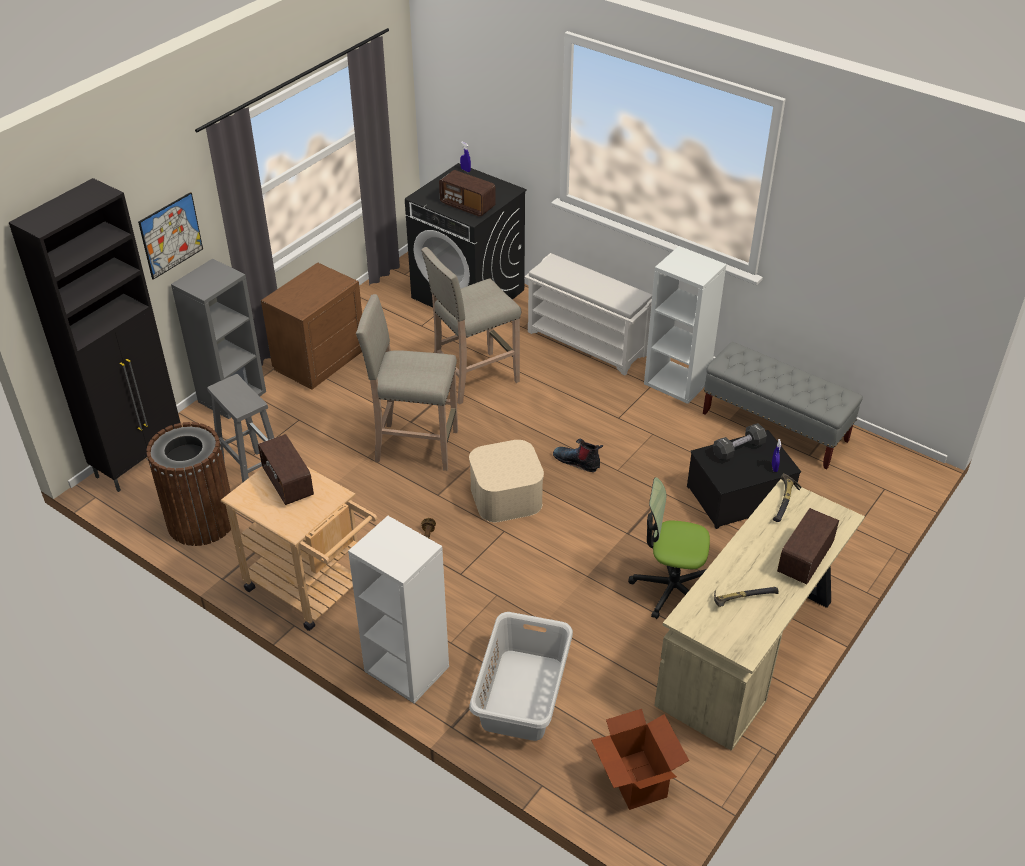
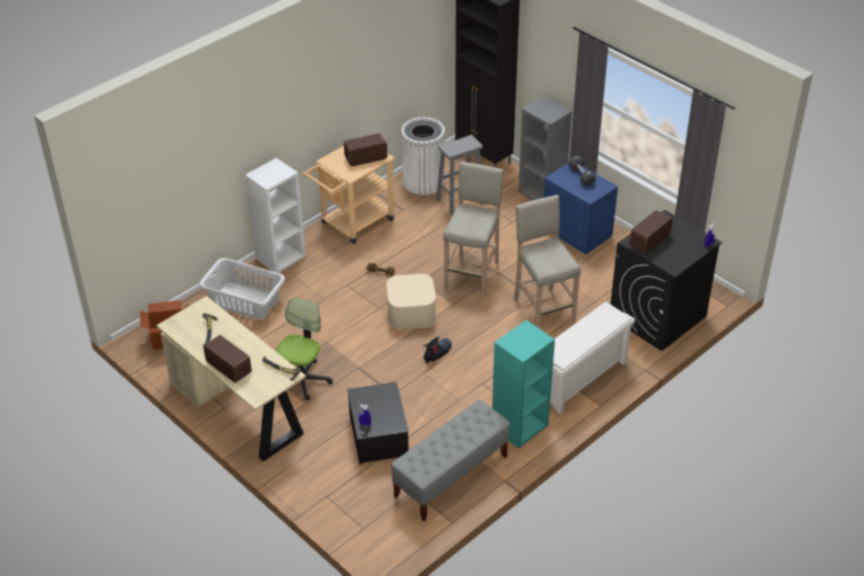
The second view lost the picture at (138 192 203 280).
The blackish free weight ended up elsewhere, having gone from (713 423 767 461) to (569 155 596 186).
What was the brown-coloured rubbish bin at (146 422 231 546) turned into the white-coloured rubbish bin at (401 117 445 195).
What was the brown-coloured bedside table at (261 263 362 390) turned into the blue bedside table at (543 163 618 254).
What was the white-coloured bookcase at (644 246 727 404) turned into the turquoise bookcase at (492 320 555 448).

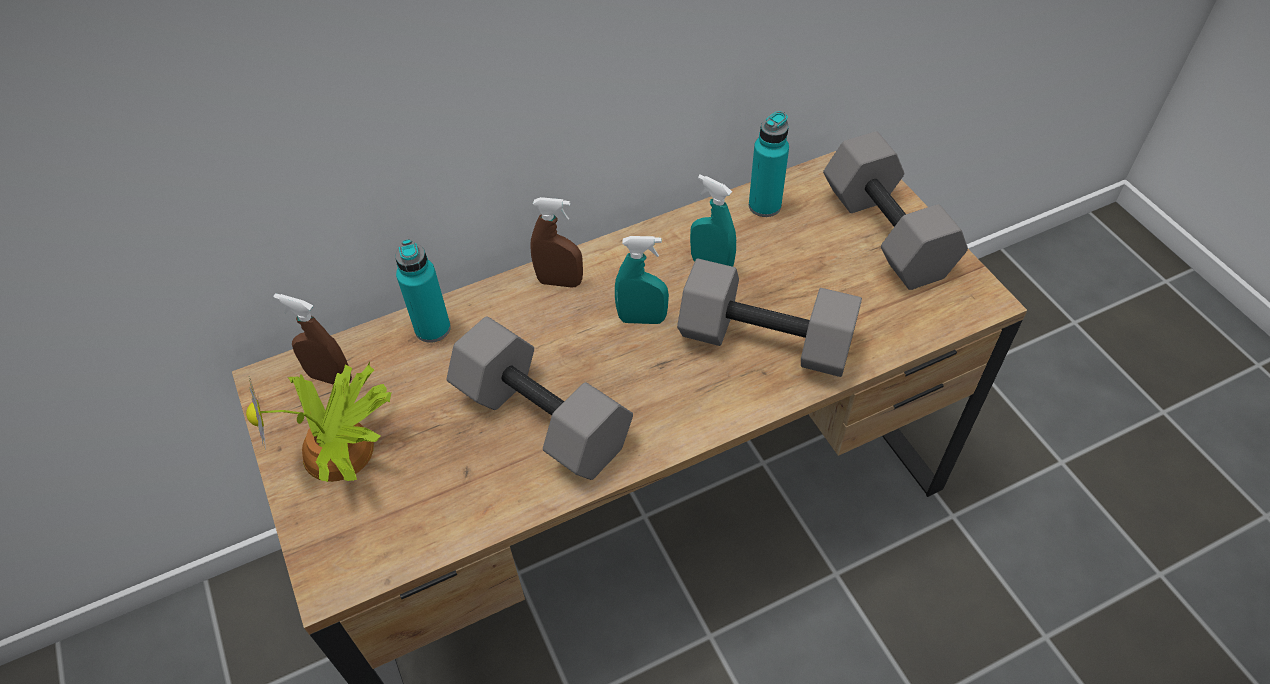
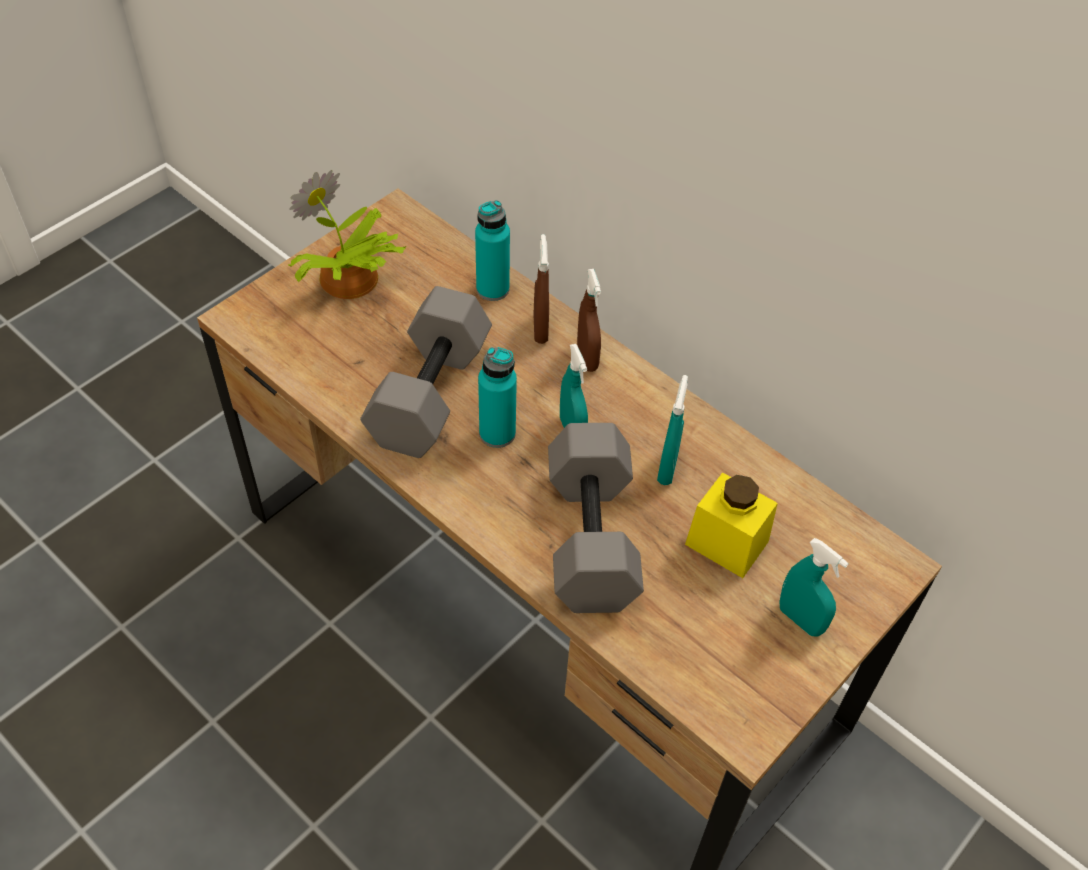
The second view gained the yellow-coloured storage jar at (685 472 778 578).
The brown-coloured hand sprayer ended up elsewhere, having gone from (274 293 352 385) to (534 234 549 344).
The turquoise bottle ended up elsewhere, having gone from (749 111 789 217) to (478 347 517 448).
Where the gray free weight stood at (823 131 968 290), the turquoise hand sprayer came to stand at (779 538 849 636).

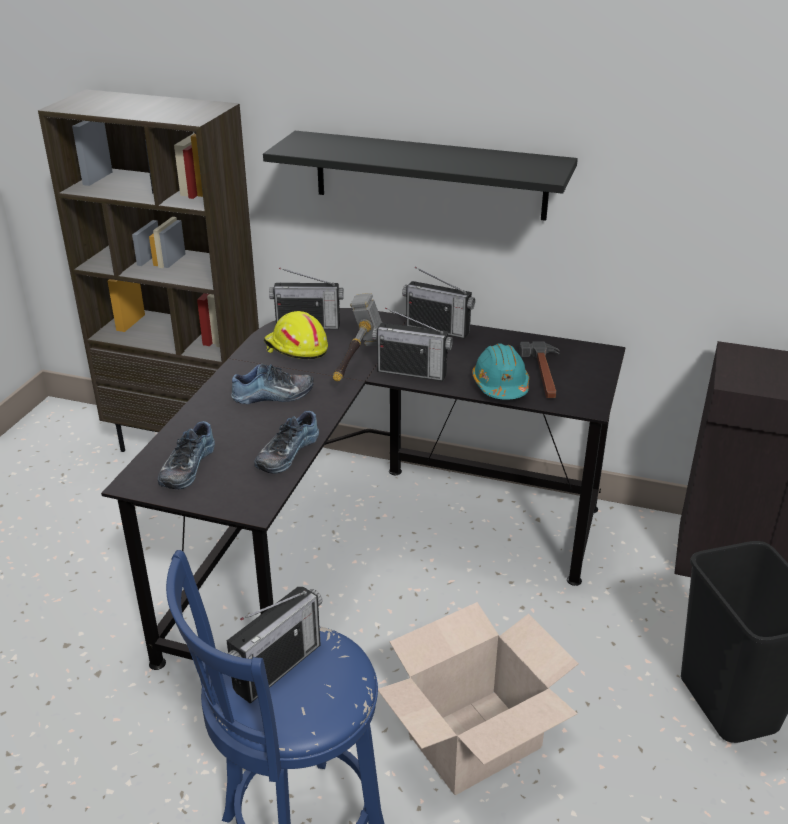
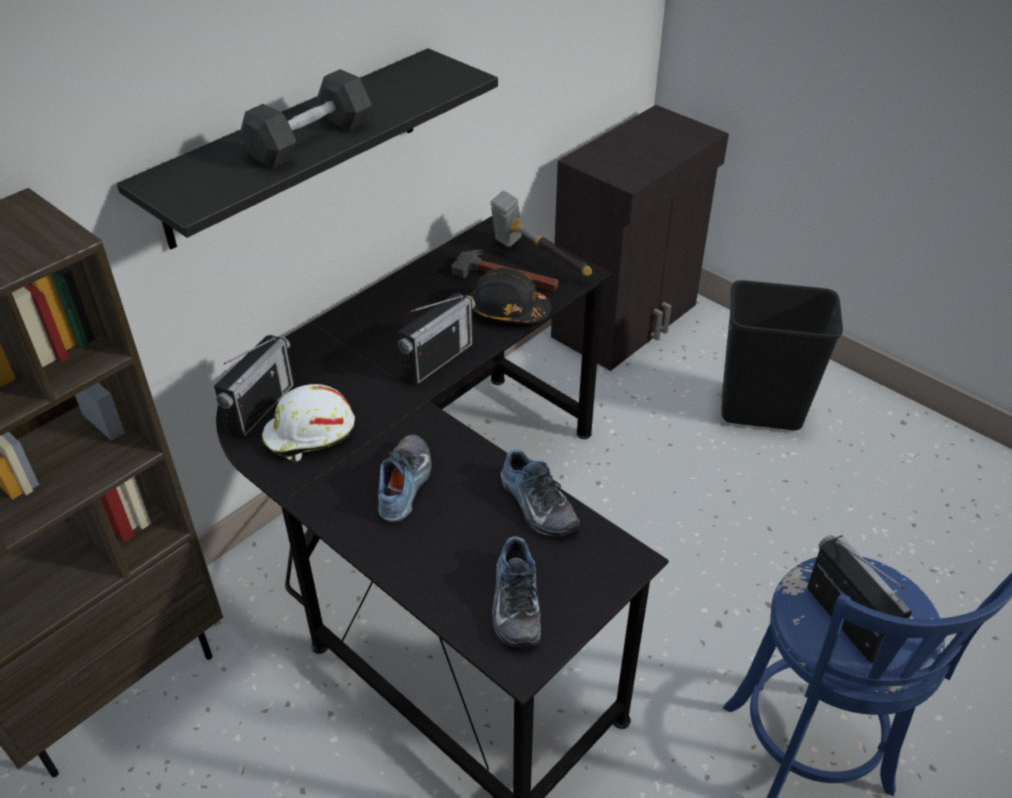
The second view lost the cardboard box at (378 602 579 795).
The second view lost the radio receiver at (402 267 475 339).
The second view gained the blackish free weight at (240 69 372 168).
The hand hammer ended up elsewhere, having gone from (333 293 382 381) to (490 191 592 276).
What was the yellow-coloured safety helmet at (264 311 328 359) turned into the white-coloured safety helmet at (262 384 355 462).
What was the turquoise safety helmet at (472 343 529 400) turned into the blackish safety helmet at (471 267 551 323).
The low shoe at (158 421 215 489) ended up facing another way, 45 degrees clockwise from before.

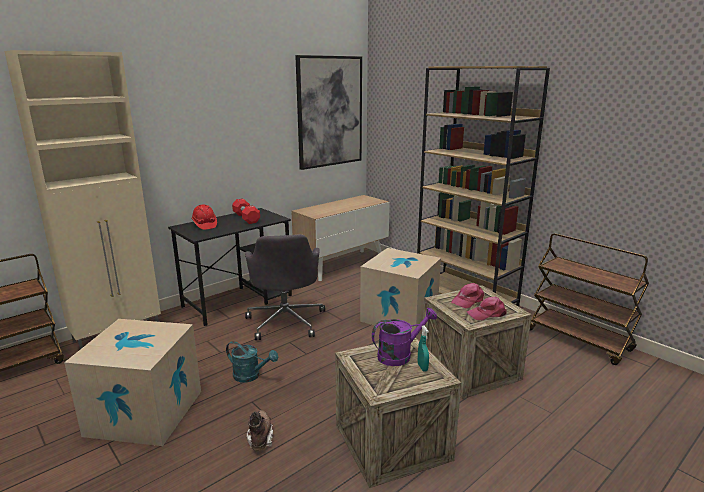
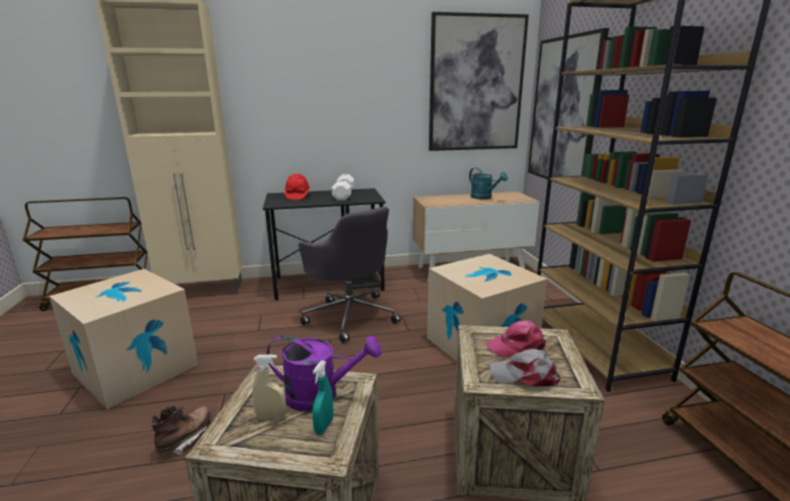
The second view gained the beige hand sprayer at (252 354 286 419).
The second view gained the picture at (528 28 609 191).
The turquoise watering can ended up elsewhere, having gone from (226 341 278 382) to (469 168 508 199).
What was the red-coloured free weight at (232 199 260 224) turned into the white-coloured free weight at (332 174 355 200).
What was the pink-coloured cap at (467 297 507 320) turned into the gray cap at (490 349 560 387).
The gray office chair at (245 234 325 340) ended up facing another way, 60 degrees counterclockwise from before.

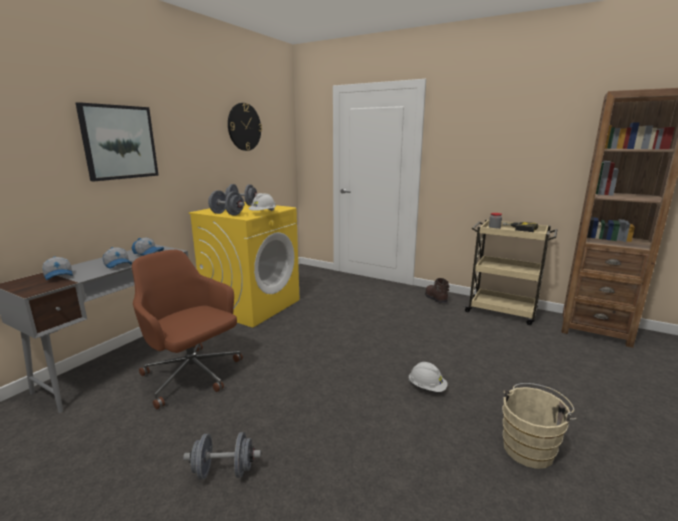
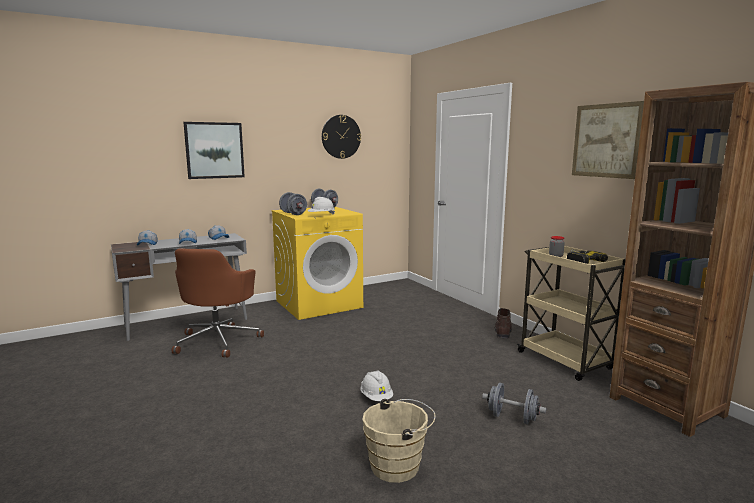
The second view gained the picture at (572 101 644 179).
The gray free weight ended up elsewhere, having gone from (183 432 261 479) to (482 383 546 424).
The brown-coloured office chair at (132 250 243 409) ended up facing another way, 150 degrees counterclockwise from before.

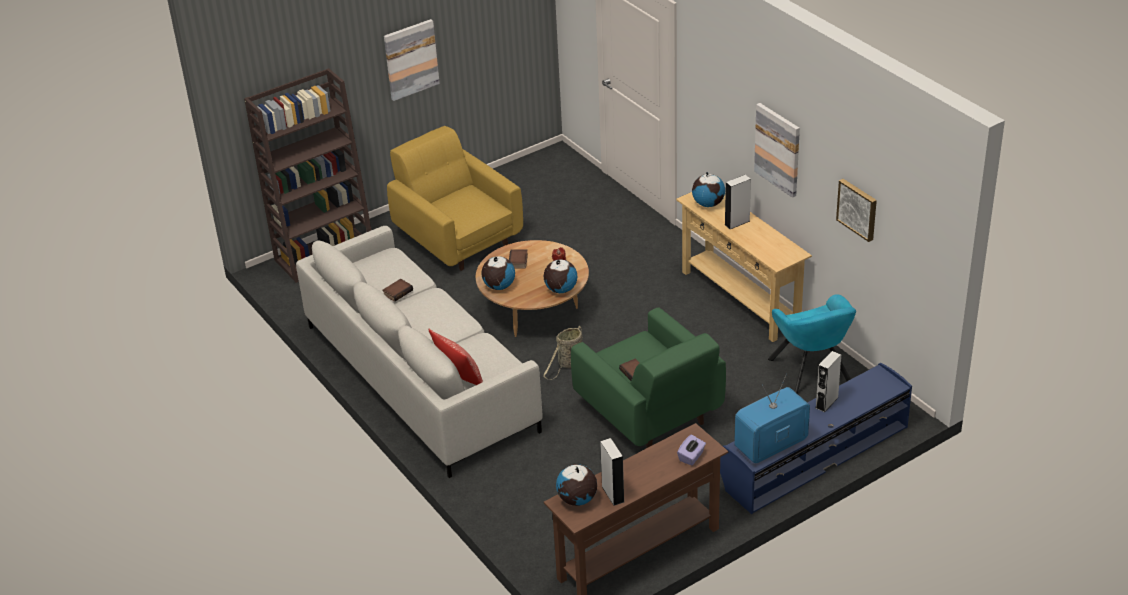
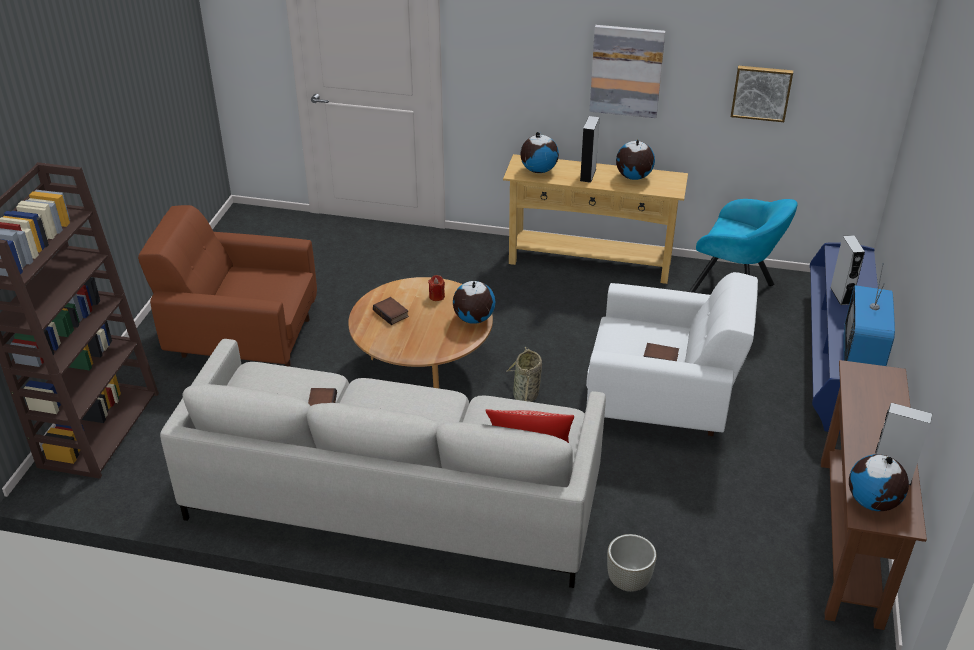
The second view lost the picture at (384 19 440 101).
The second view lost the purplish box of tissues at (677 435 706 466).
The second view gained the gray plant pot at (607 534 657 592).
The world globe ended up elsewhere, having gone from (481 256 515 290) to (616 139 655 180).
What was the yellow-coloured armchair at (387 126 523 271) turned into the brown-coloured armchair at (138 205 317 366).
What was the green armchair at (571 307 726 448) turned into the white-coloured armchair at (586 272 758 436).

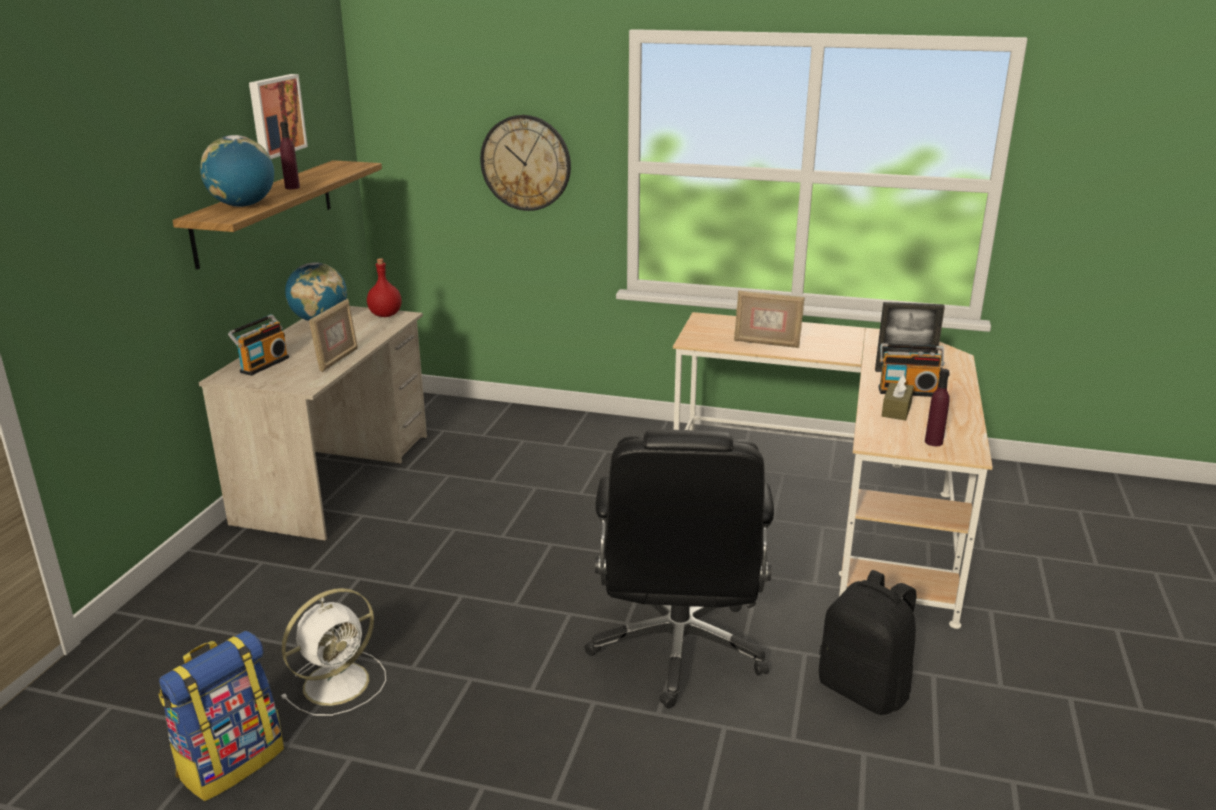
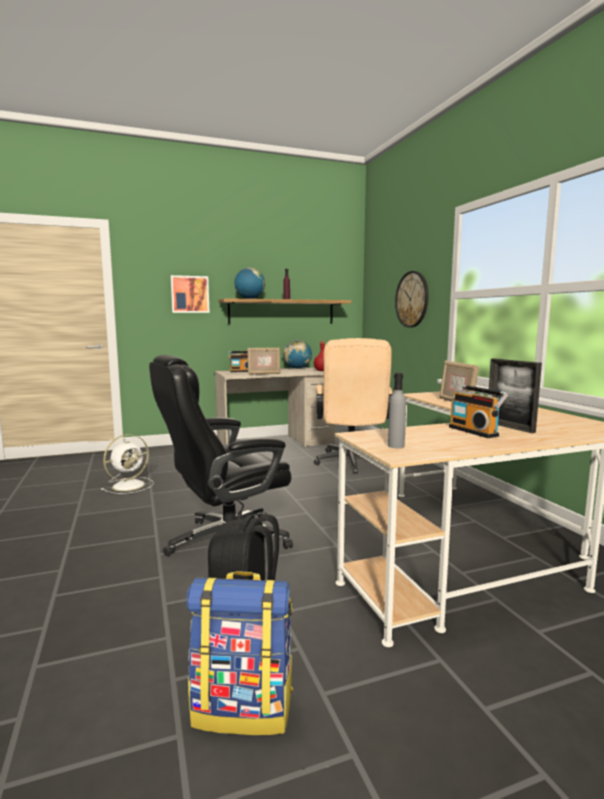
The second view lost the brown-coloured box of tissues at (882 375 914 420).
The second view gained the beige office chair at (314 338 393 474).
The rucksack ended up elsewhere, having gone from (159 631 284 801) to (186 572 293 735).
The picture ended up elsewhere, having gone from (249 74 308 159) to (171 275 210 313).
What was the purplish bottle at (925 369 950 446) turned into the gray bottle at (388 373 406 448).
The white-coloured cooling fan at (281 588 386 716) ended up facing another way, 60 degrees counterclockwise from before.

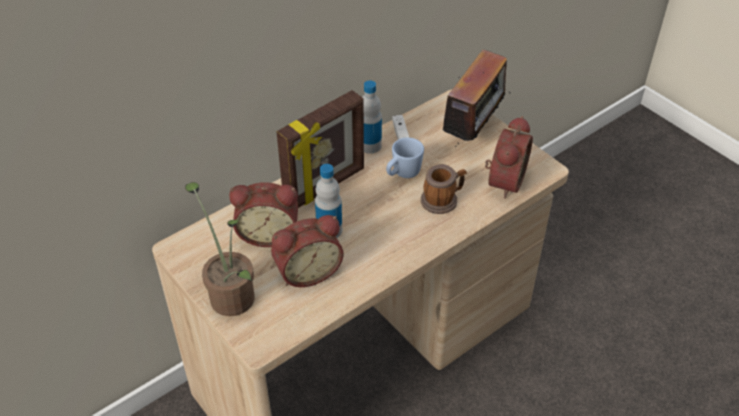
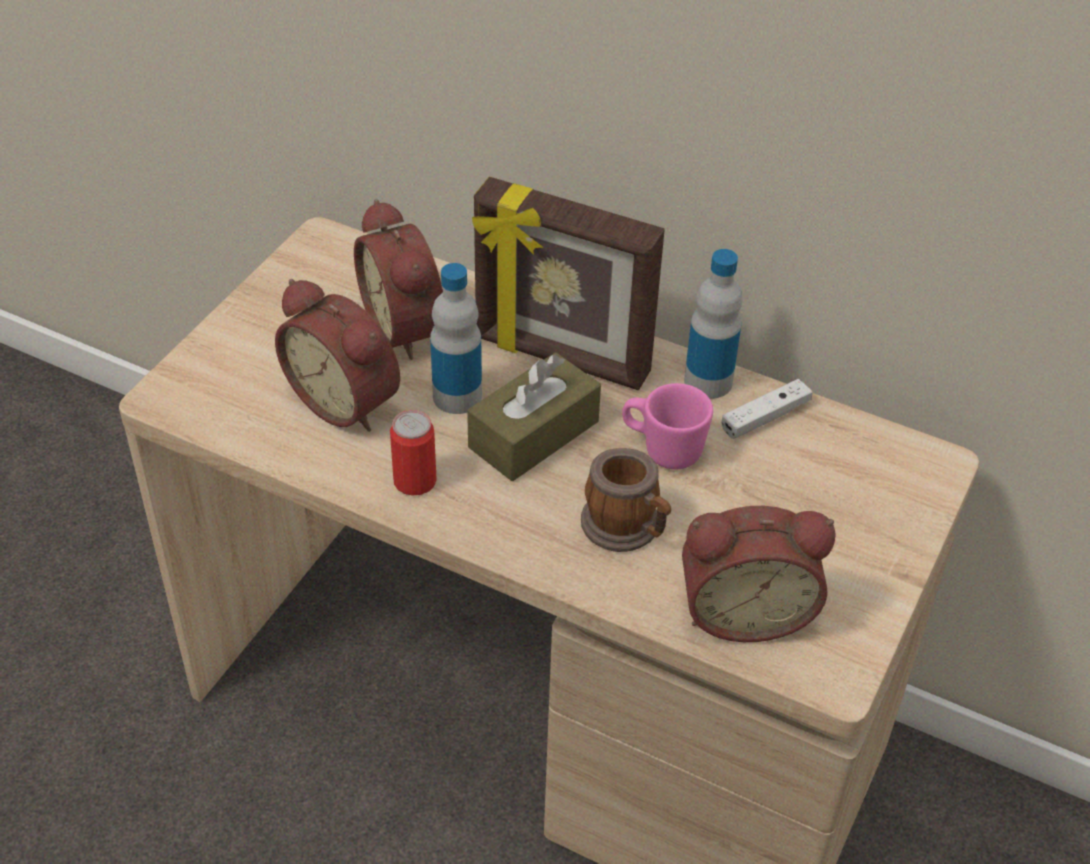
The second view lost the potted plant at (185 182 255 316).
The second view lost the radio receiver at (442 49 510 147).
The second view gained the can at (390 410 437 496).
The second view gained the brown-coloured box of tissues at (467 352 601 481).
What was the blue coffee mug at (386 137 424 178) turned into the pink-coloured coffee mug at (622 383 713 469).

